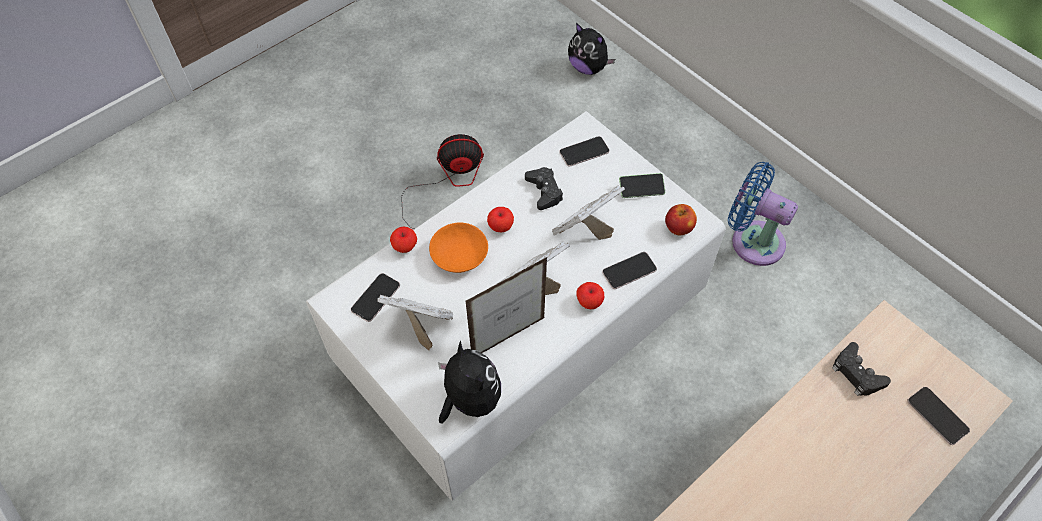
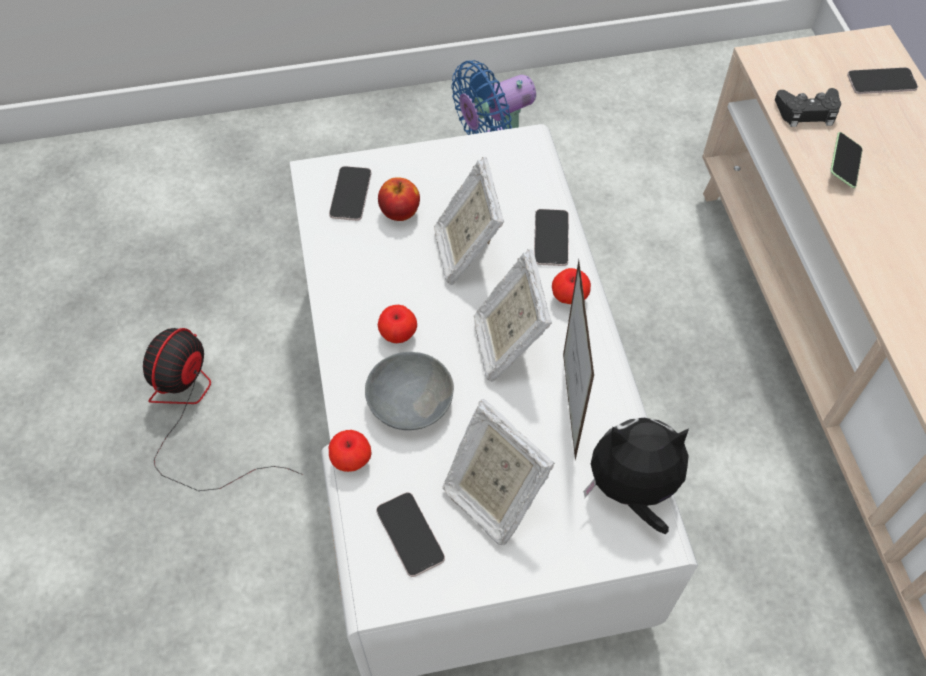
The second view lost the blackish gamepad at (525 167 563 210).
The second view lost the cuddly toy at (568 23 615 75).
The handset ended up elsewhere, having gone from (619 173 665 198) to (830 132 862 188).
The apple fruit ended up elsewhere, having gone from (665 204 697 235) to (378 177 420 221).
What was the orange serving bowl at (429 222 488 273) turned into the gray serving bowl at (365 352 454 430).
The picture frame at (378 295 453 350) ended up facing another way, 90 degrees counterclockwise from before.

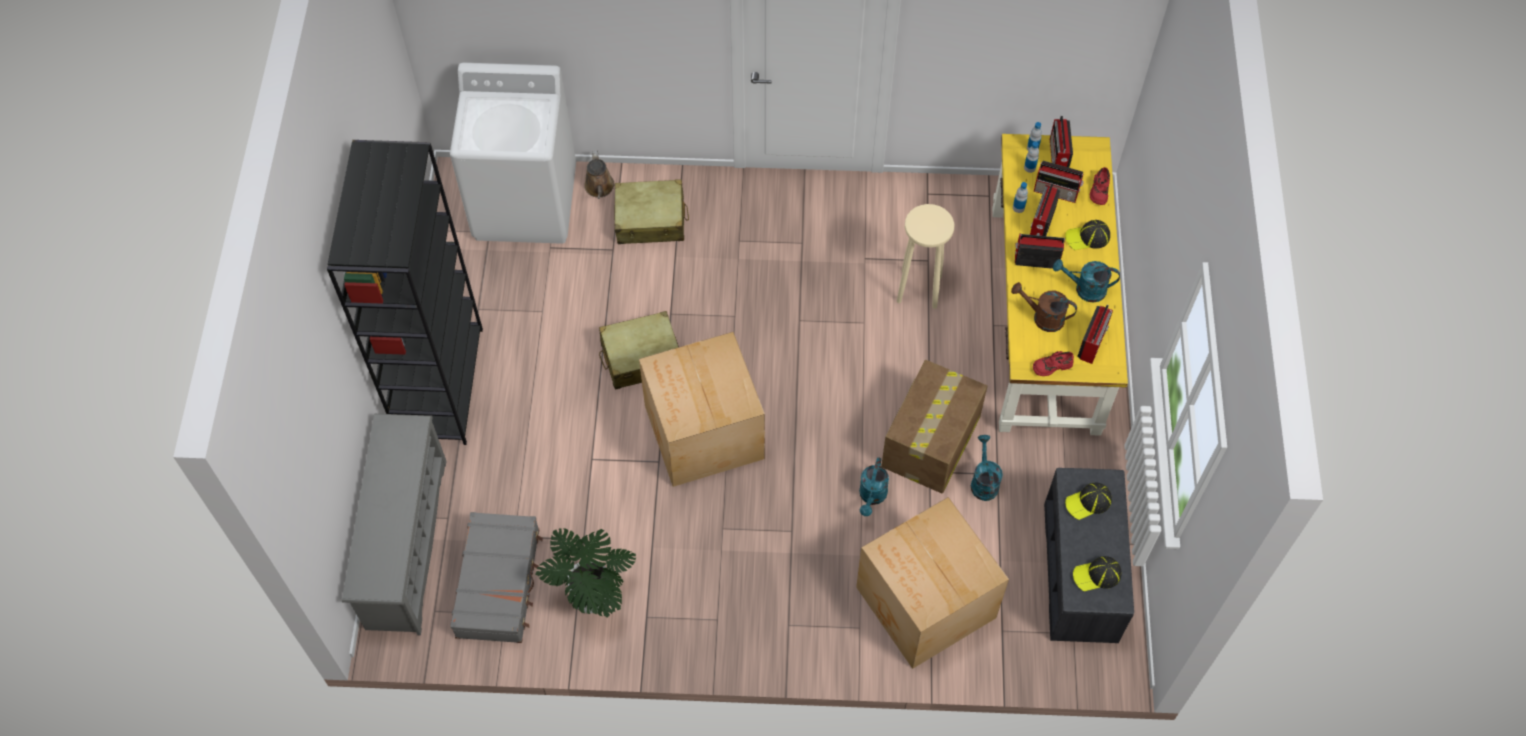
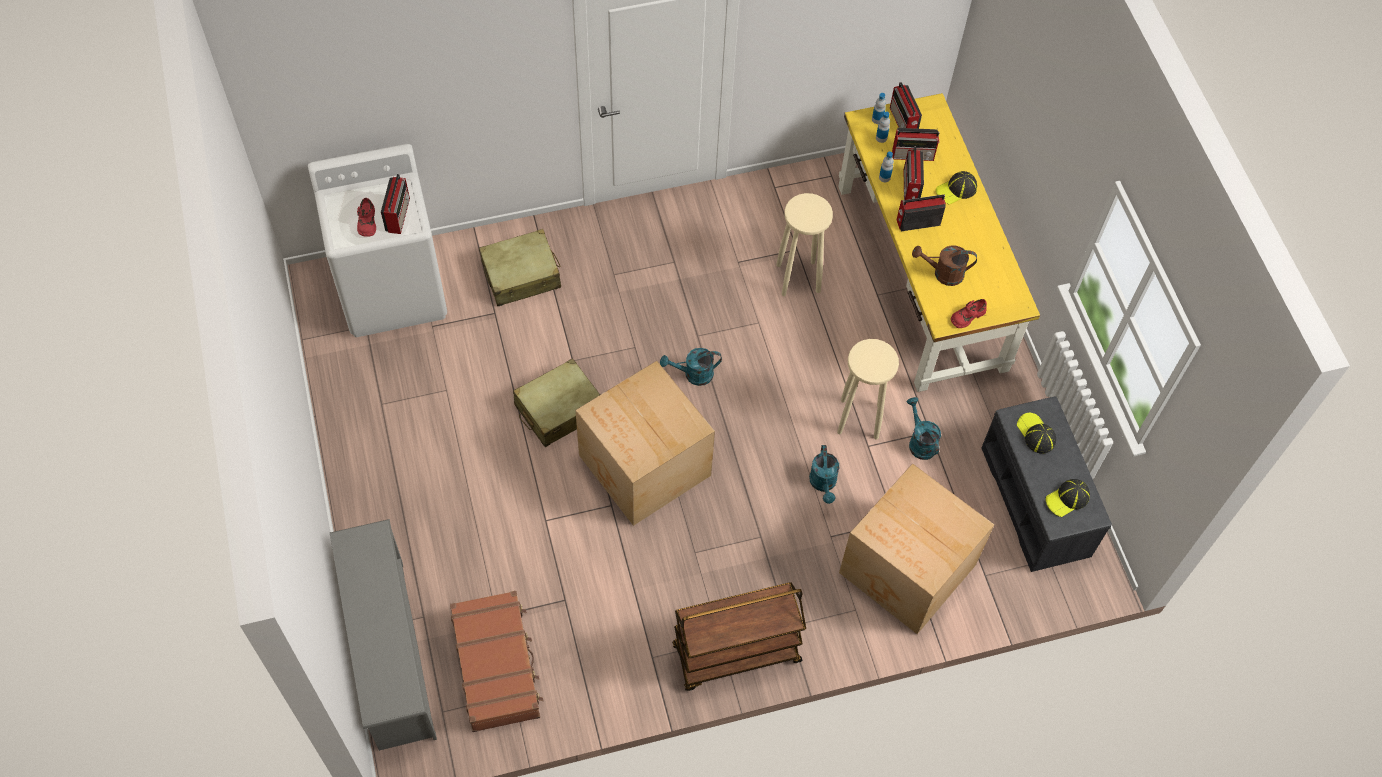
The second view lost the blackish bookcase at (327 140 483 445).
The second view lost the potted plant at (535 528 636 618).
The second view lost the brown-coloured watering can at (584 151 614 199).
The second view gained the brown-coloured trolley at (672 582 806 691).
The turquoise watering can ended up elsewhere, having gone from (1053 259 1120 303) to (660 348 722 386).
The radio receiver ended up elsewhere, having gone from (1077 305 1113 364) to (381 174 410 234).
The red-coloured low shoe ended up elsewhere, having gone from (1090 167 1110 205) to (357 198 376 237).
Where the cardboard box stood at (881 360 987 494), the beige sitting stool came to stand at (837 339 899 439).
What was the gray piece of luggage at (450 512 543 643) turned into the brown-coloured piece of luggage at (450 591 543 732).
The cap at (1065 483 1112 520) ended up facing another way, 105 degrees clockwise from before.

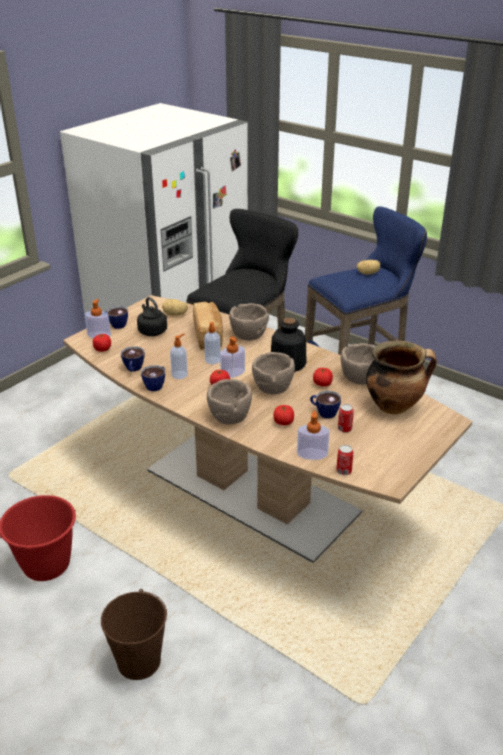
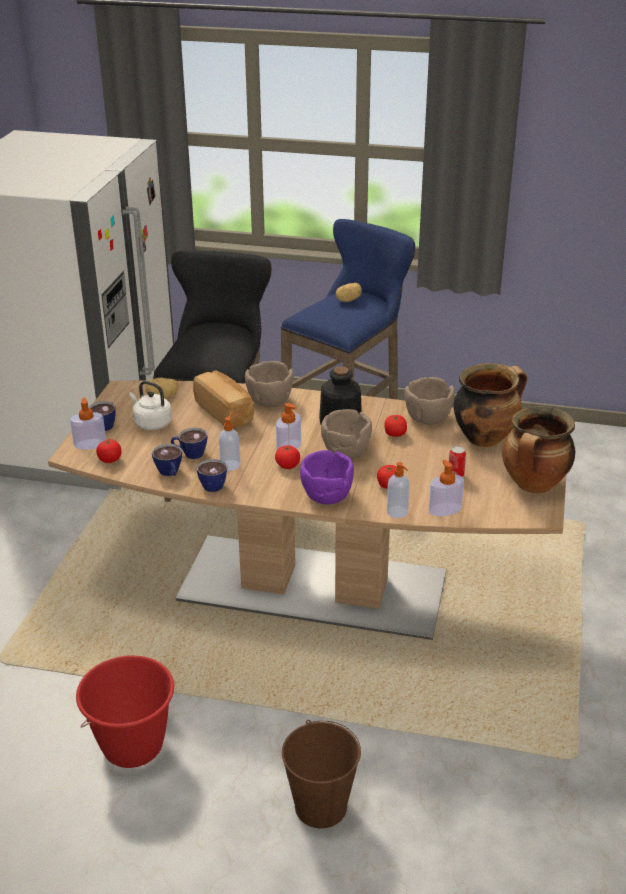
The second view lost the can at (336 445 353 475).
The second view gained the cooking pot at (502 406 576 494).
The liquid soap bottle ended up elsewhere, having gone from (204 322 220 364) to (387 462 410 518).
The cup ended up elsewhere, having gone from (310 391 341 418) to (171 428 207 459).
What was the blackish kettle at (137 297 167 336) turned into the white-coloured kettle at (129 381 172 430).
What was the brown-coloured serving bowl at (207 379 252 424) turned into the purplish serving bowl at (300 450 354 504).

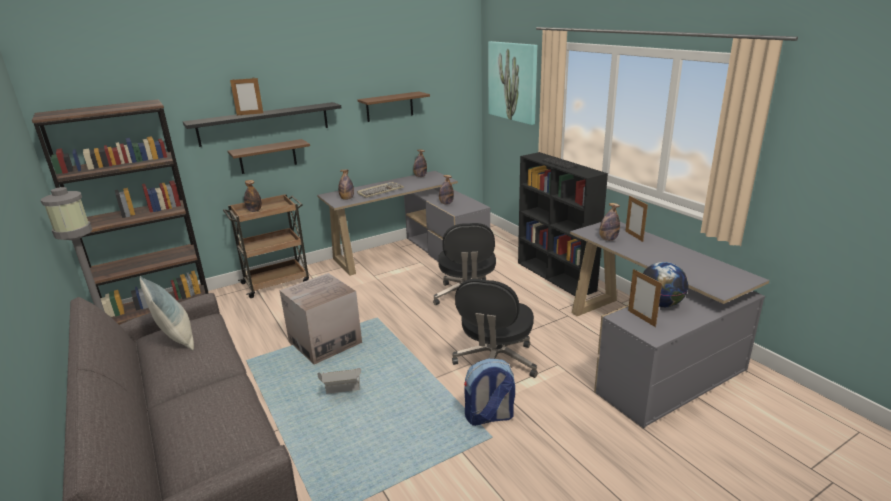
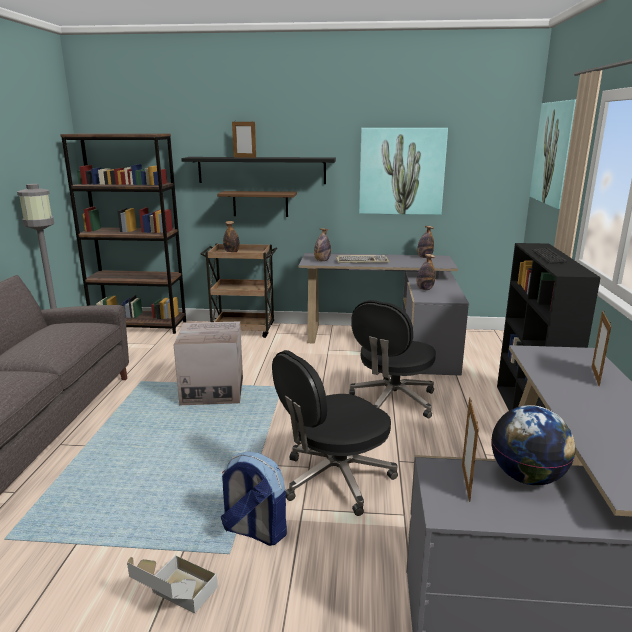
The second view lost the cushion at (140 276 194 350).
The second view lost the bottle at (599 203 620 241).
The cardboard box ended up elsewhere, having gone from (317 368 361 394) to (127 555 218 614).
Where the brown-coloured bracket shelf hung at (357 92 430 122), the picture came to hang at (359 128 448 215).

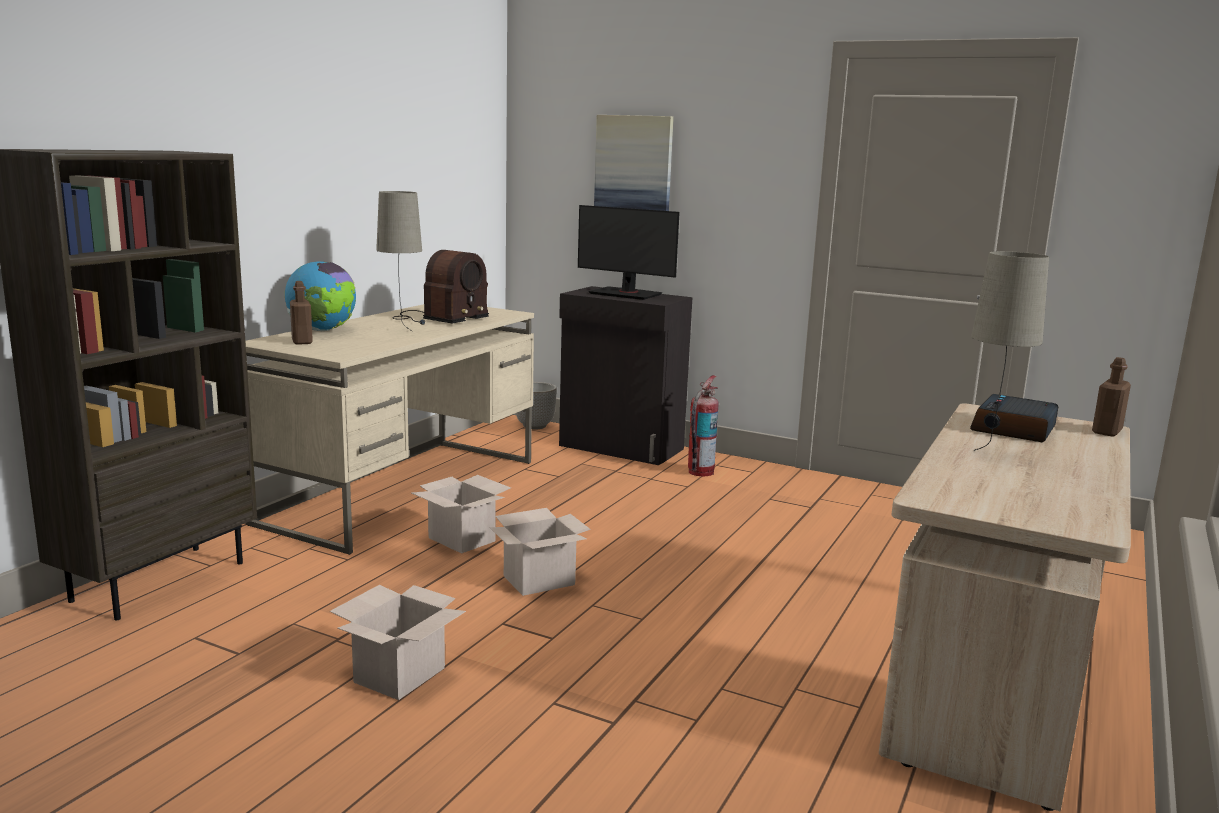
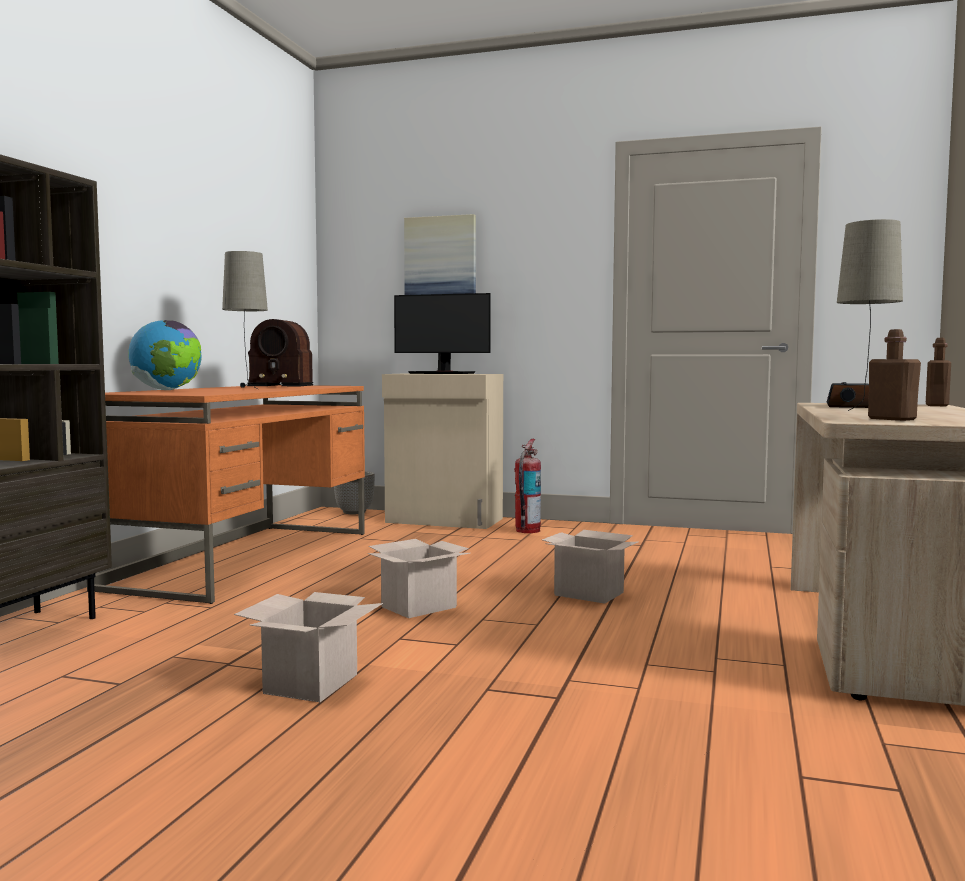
The brown-coloured bottle ended up elsewhere, having gone from (290 281 313 345) to (868 329 921 421).
The cardboard box ended up elsewhere, having gone from (412 475 511 554) to (542 530 638 604).
What was the beige desk table at (245 304 534 555) turned into the orange desk table at (87 385 365 604).
What was the blackish storage cabinet at (559 286 693 465) turned into the beige storage cabinet at (382 373 503 529).
The radio receiver at (392 250 489 325) ended up facing another way, 75 degrees clockwise from before.

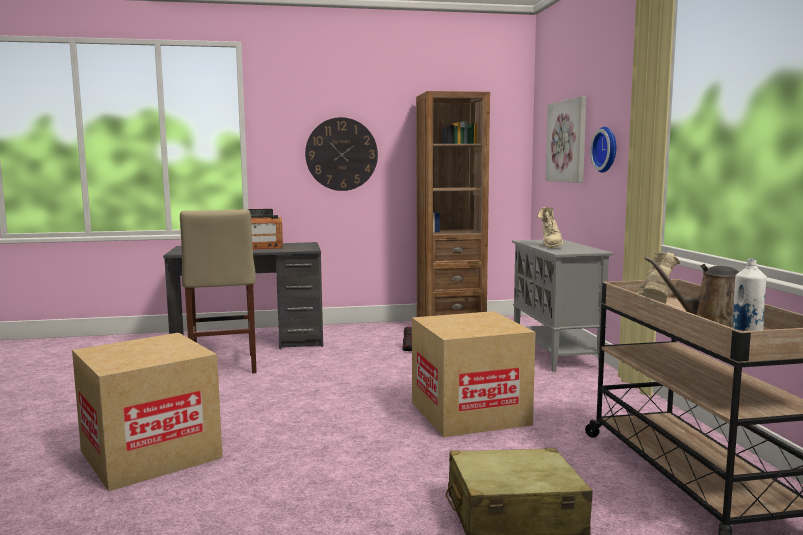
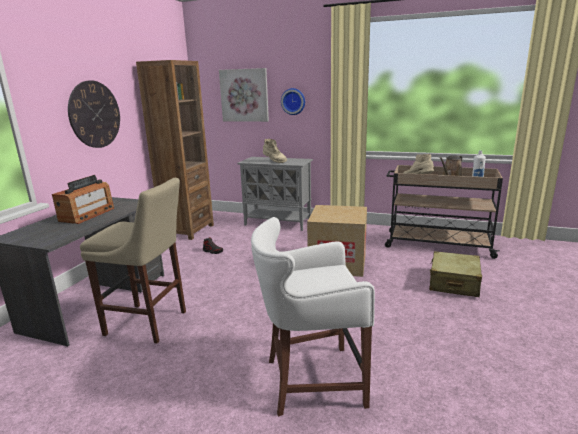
Where the cardboard box stood at (72 333 223 492), the white-coloured sitting stool came to stand at (251 217 375 417).

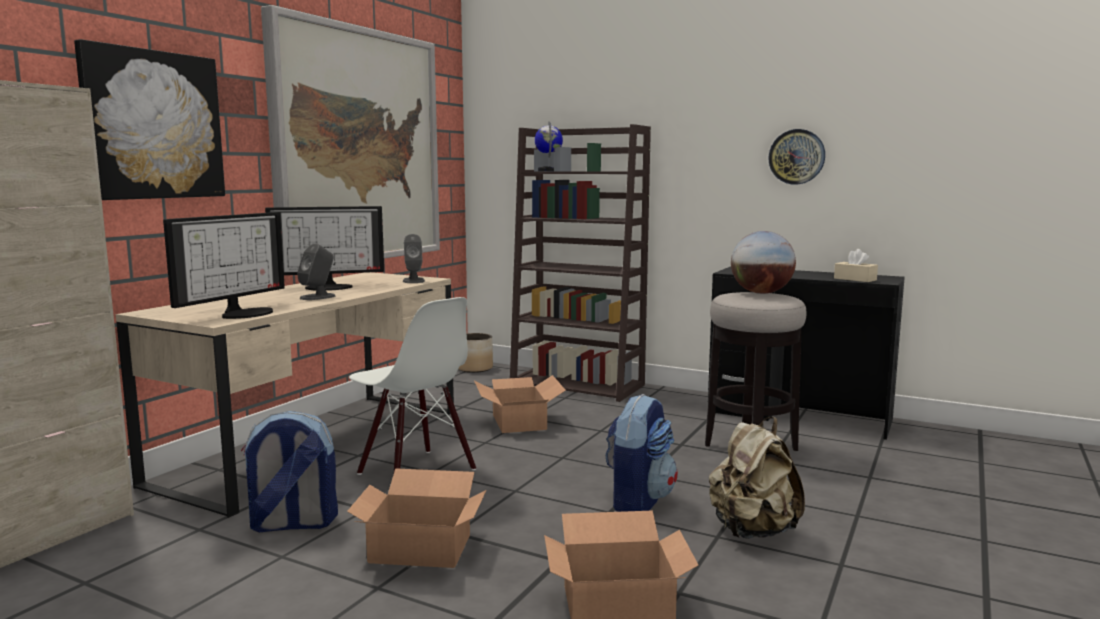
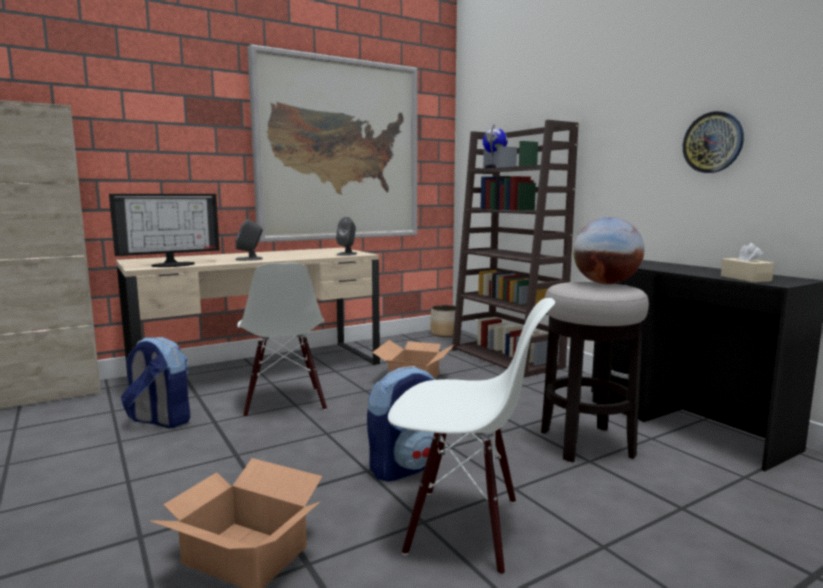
The second view lost the picture at (74 39 225 200).
The second view lost the monitor at (265 206 384 291).
The second view lost the cardboard box at (347 468 486 568).
Where the beige rucksack stood at (709 417 805 539), the white-coloured upright chair came to stand at (388 298 555 576).

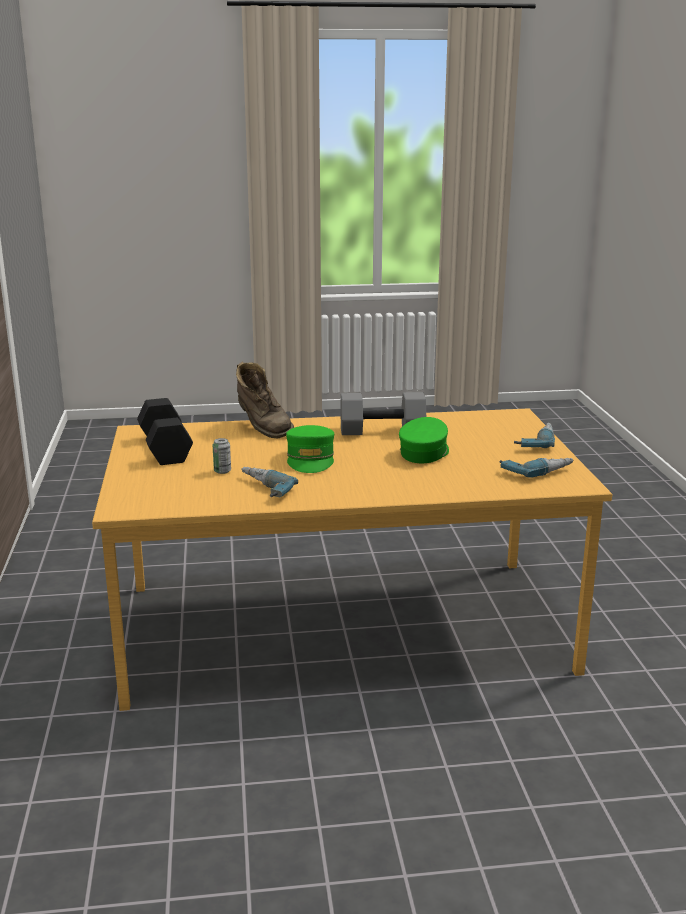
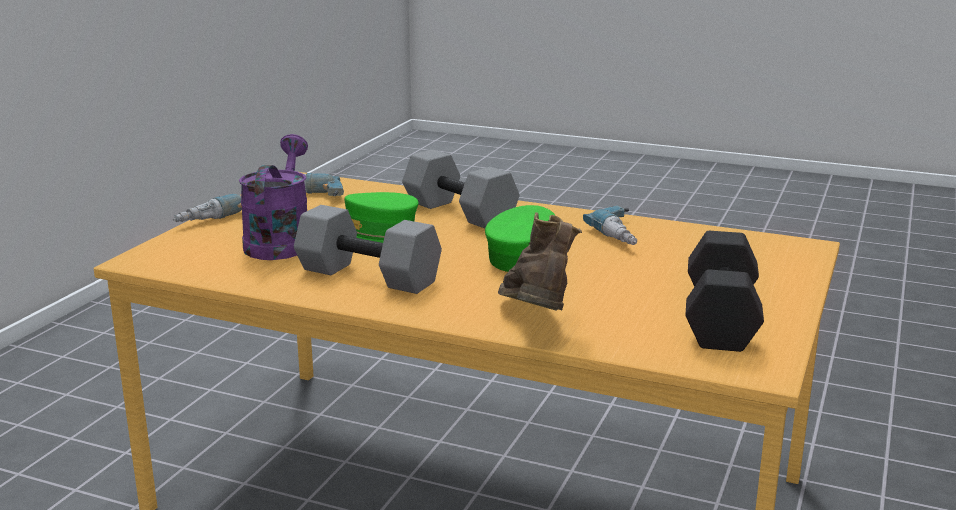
The second view lost the can at (213 438 231 474).
The second view gained the purplish watering can at (239 134 308 260).
The second view gained the gray free weight at (402 149 520 228).

